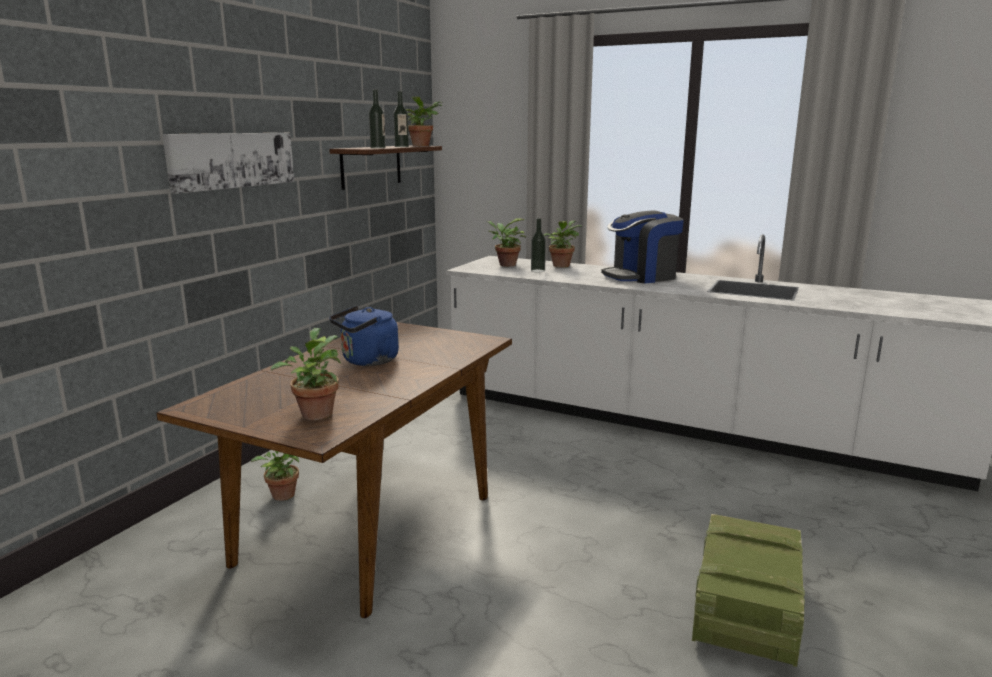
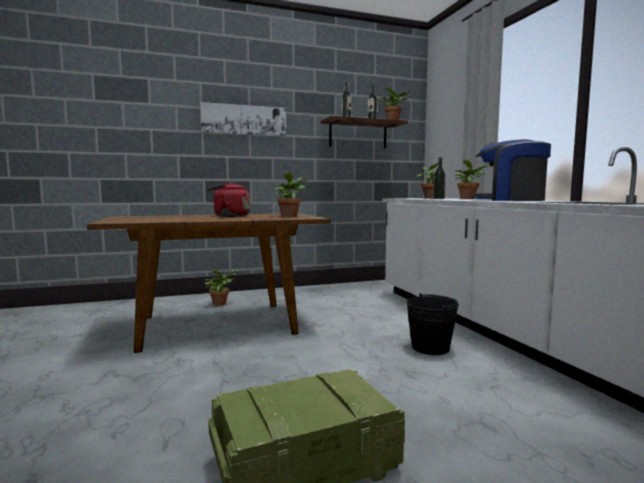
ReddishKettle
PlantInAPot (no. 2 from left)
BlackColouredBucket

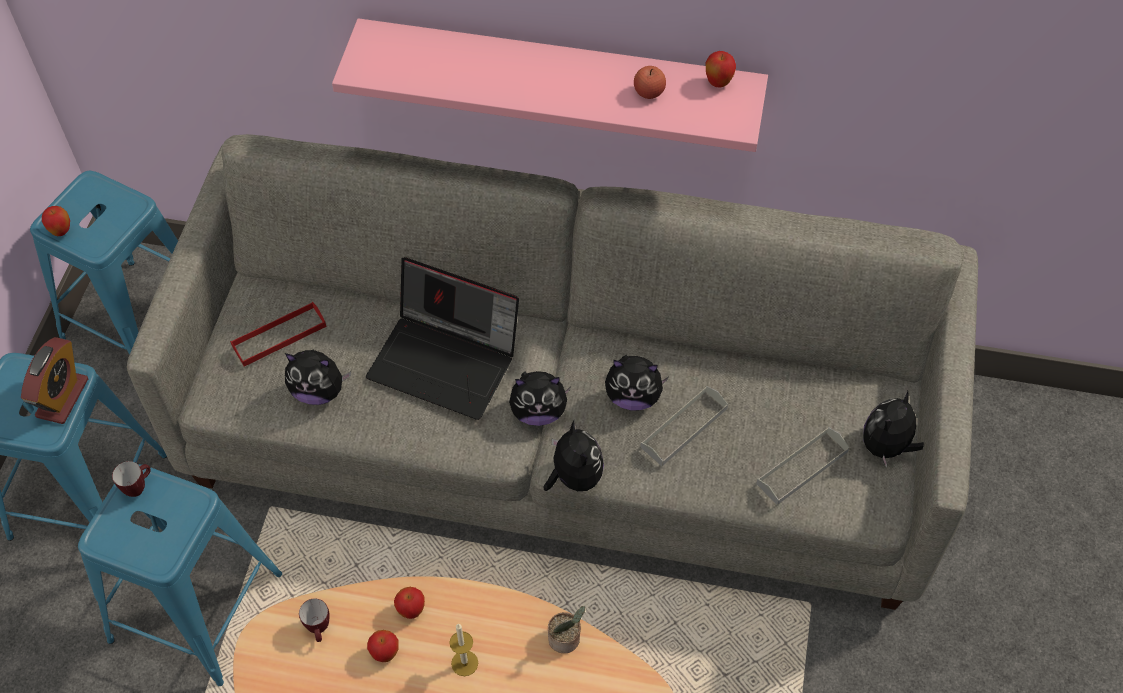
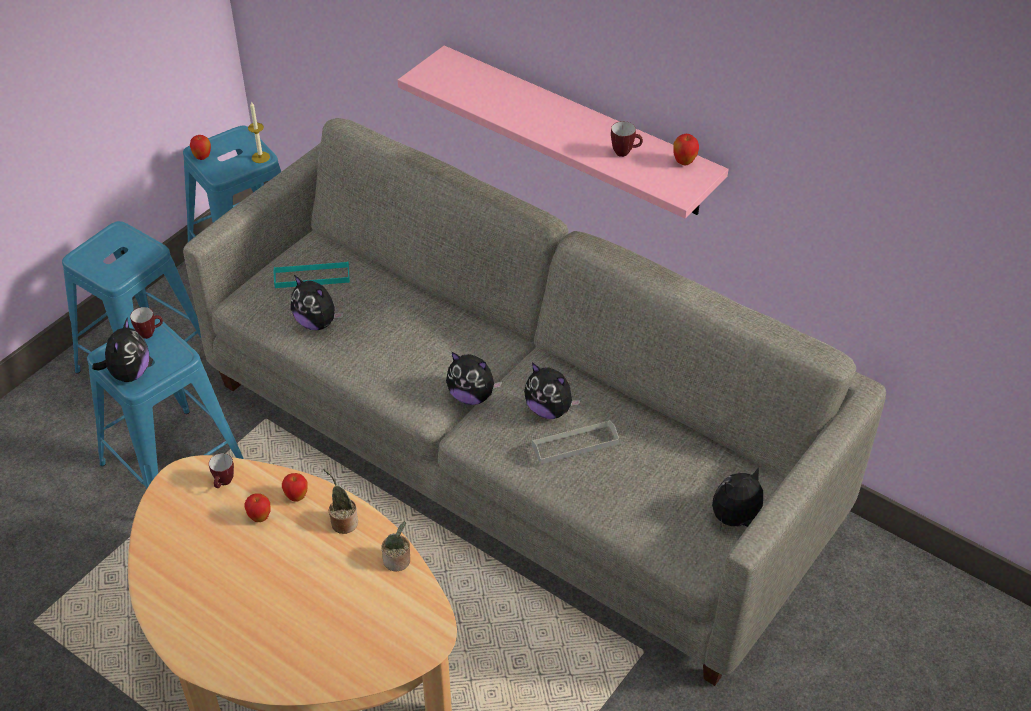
TeaMug (no. 3 from left)
Laptop
TurquoiseTray
TableClock
CuddlyToy (no. 1 from left)
GreyTray (no. 2 from left in the first image)
WaxLight
PlantInAPot (no. 1 from left)

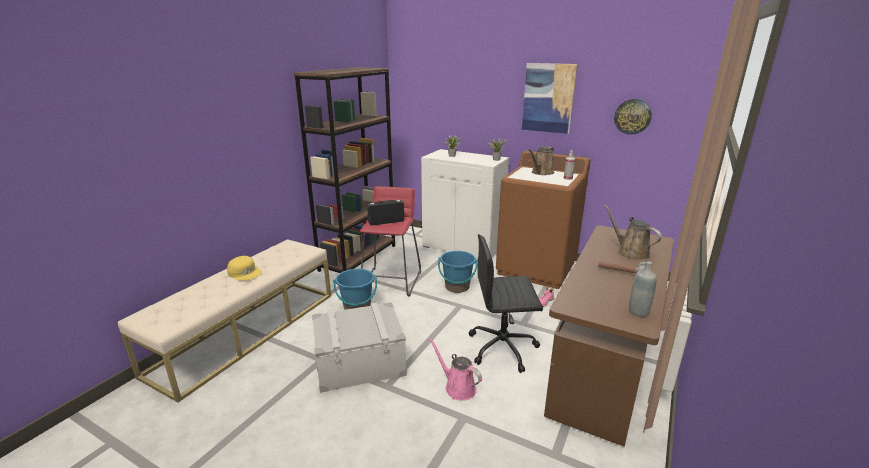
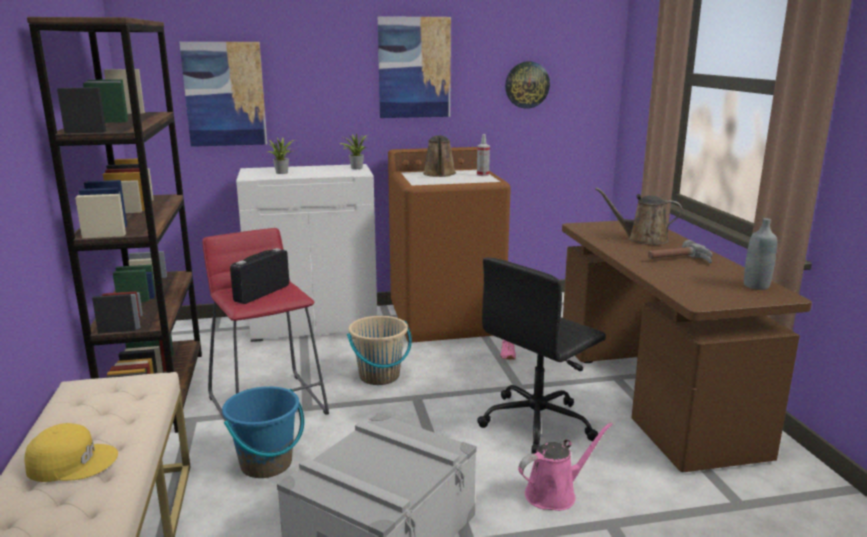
BeigeColouredBucket
PinkWateringPot
WallPicture (no. 1 from left)

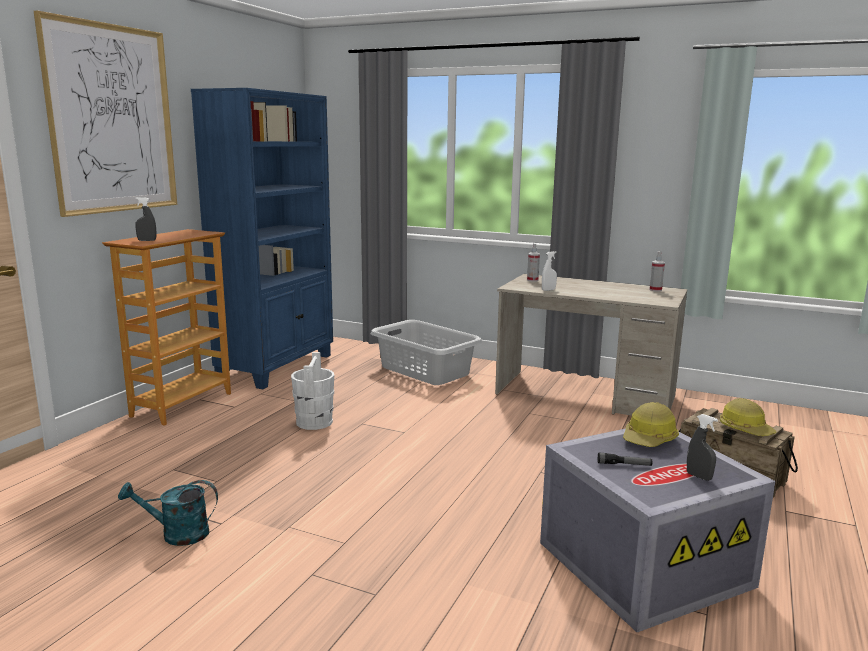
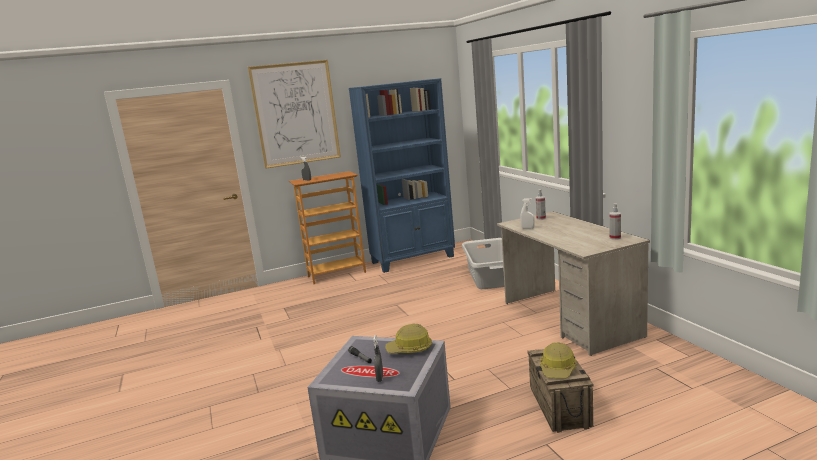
WhitishBucket
TurquoiseWateringPot

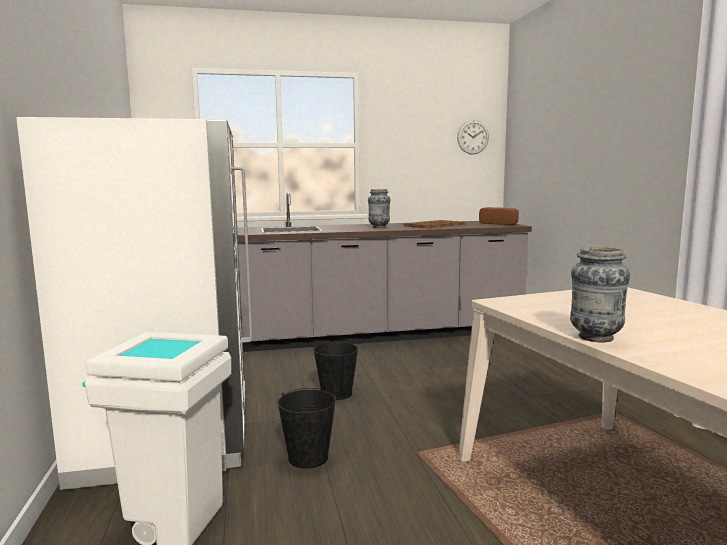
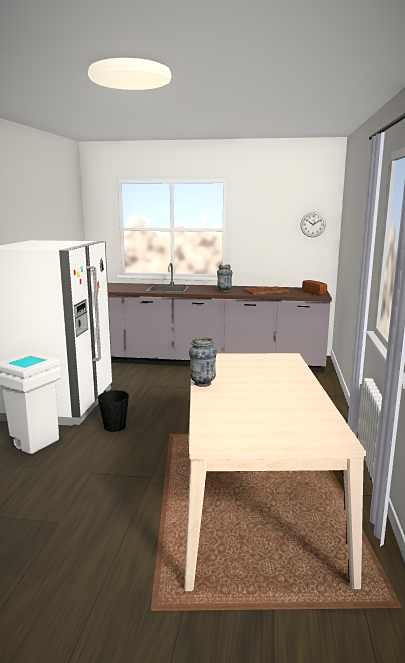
BlackColouredBucket (no. 2 from left in the first image)

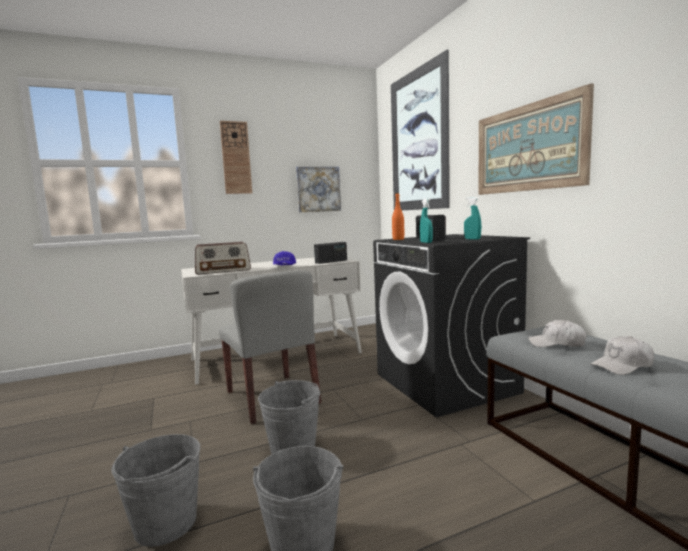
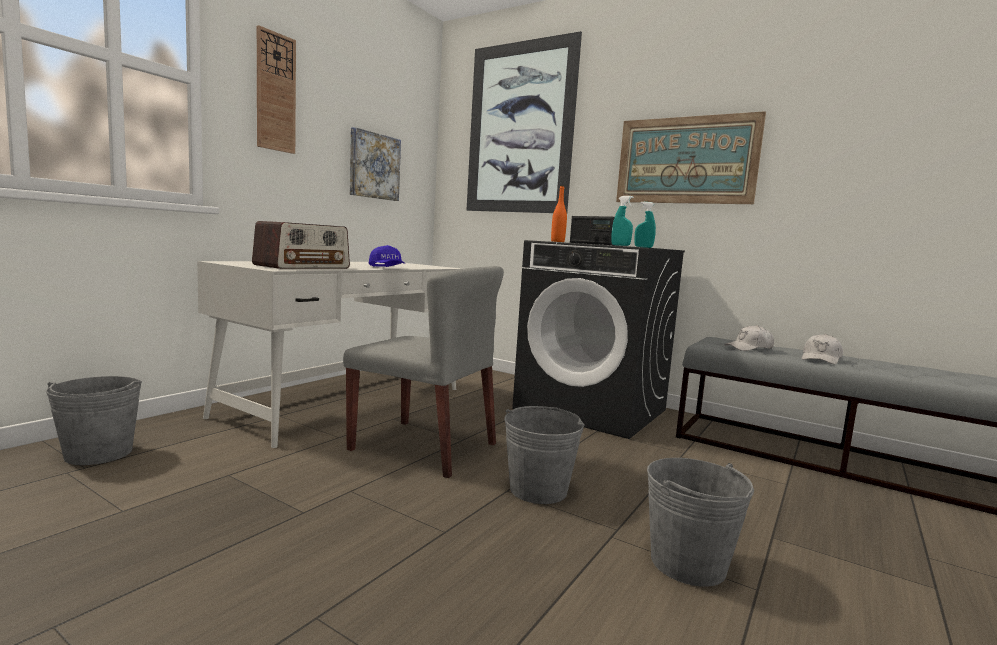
RadioReceiver (no. 2 from left in the first image)
GreyBucket (no. 1 from left)

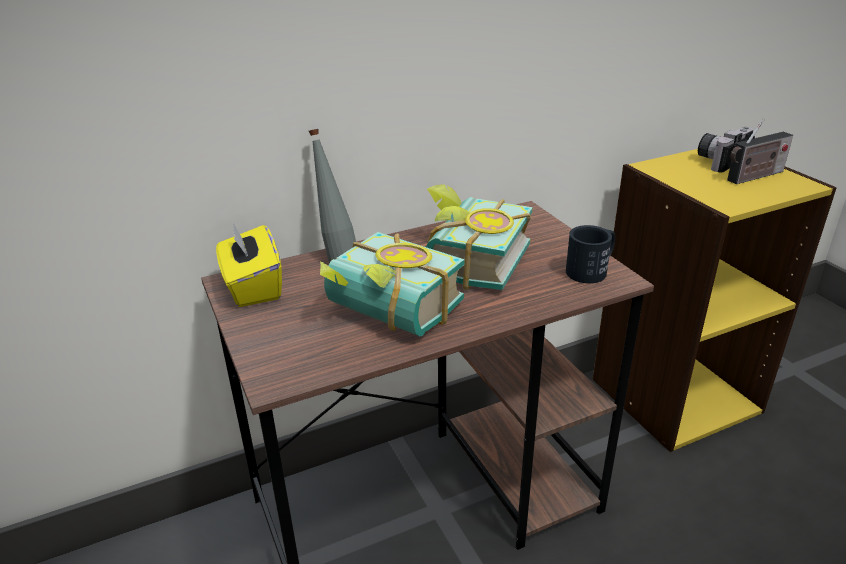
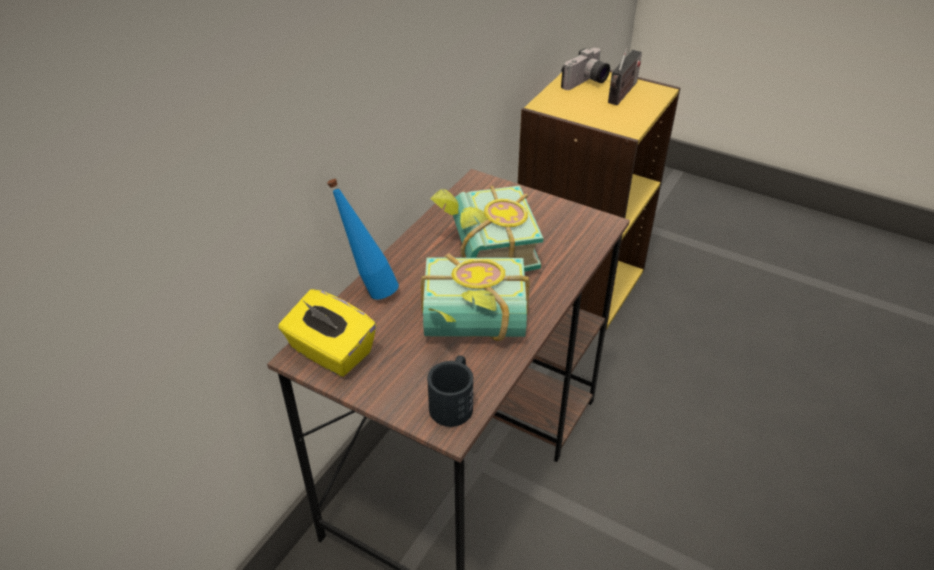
StillCamera
BluishBottle
BlackColouredTeaMug

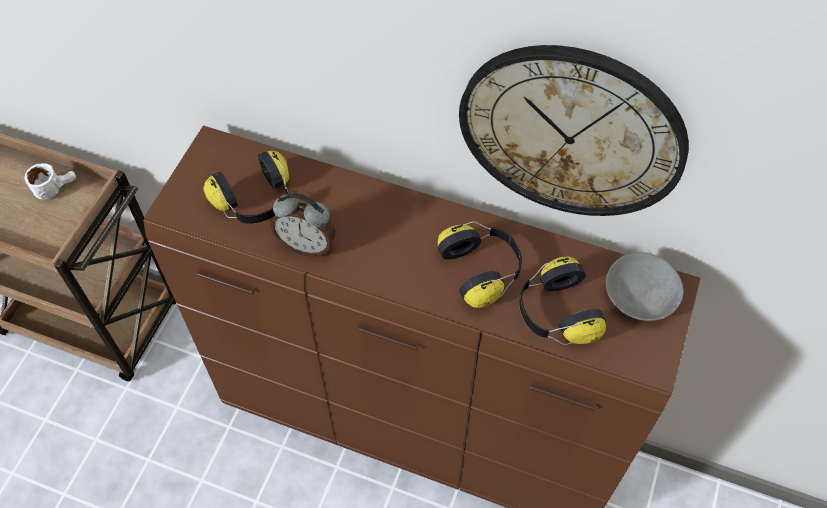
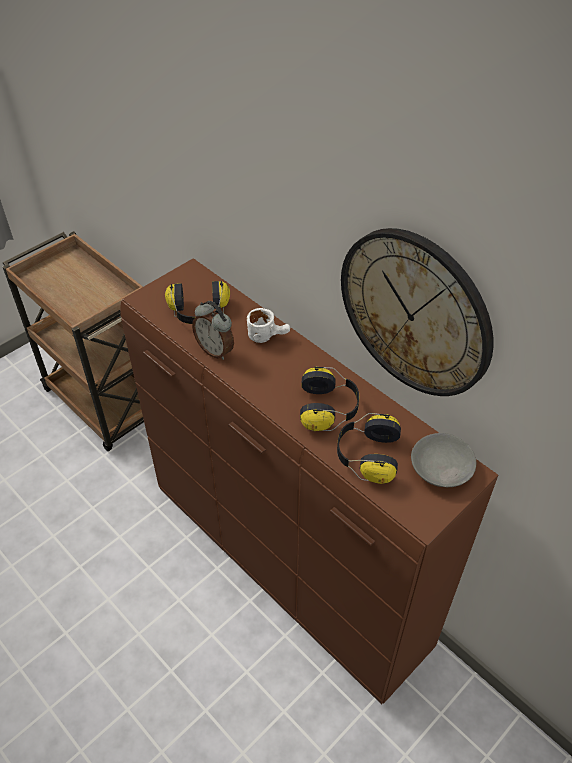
WhitishTeaMug

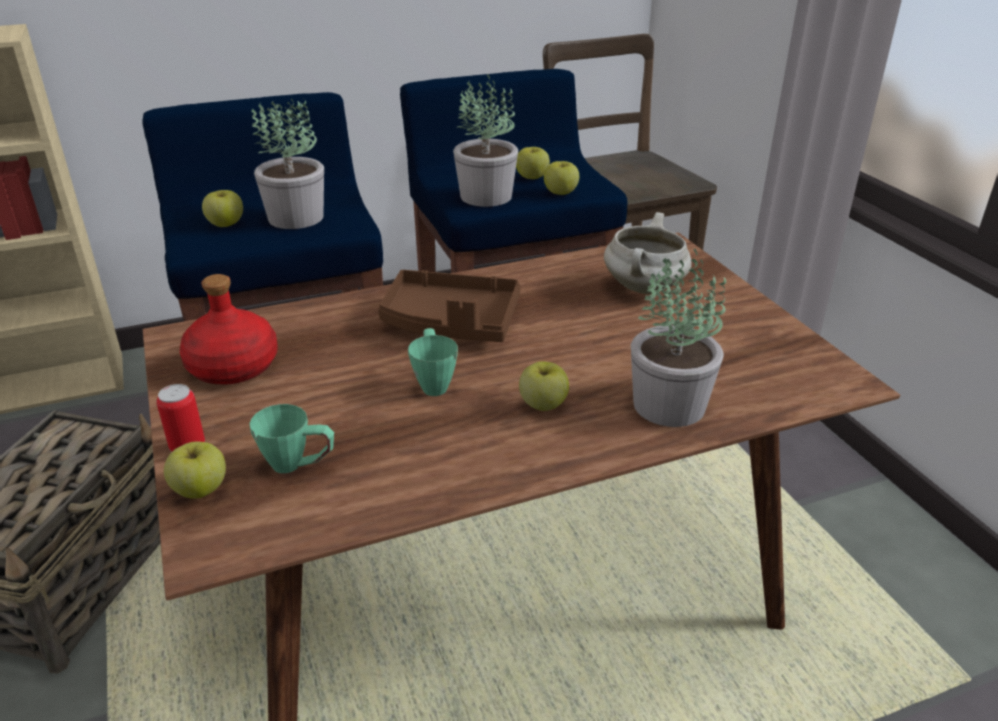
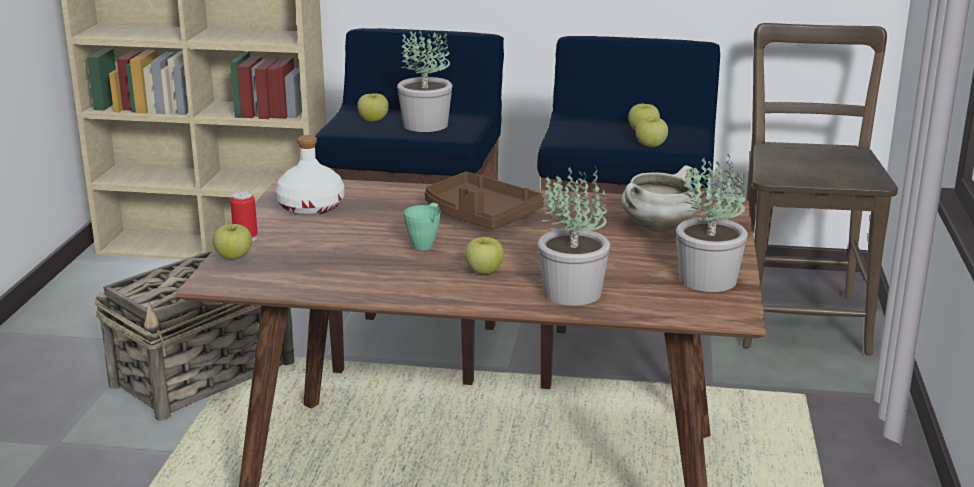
PlantInAPot (no. 3 from left)
WhitishBottle
GreenishTeaMug (no. 1 from left in the first image)

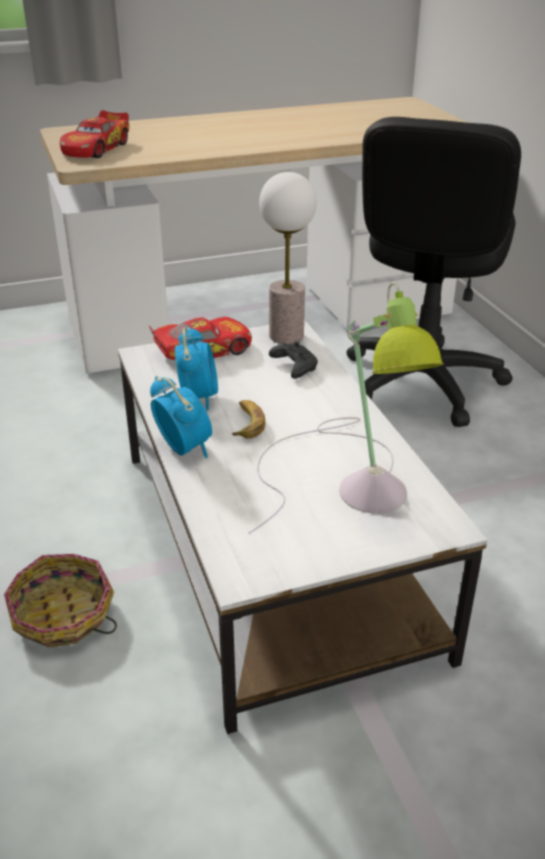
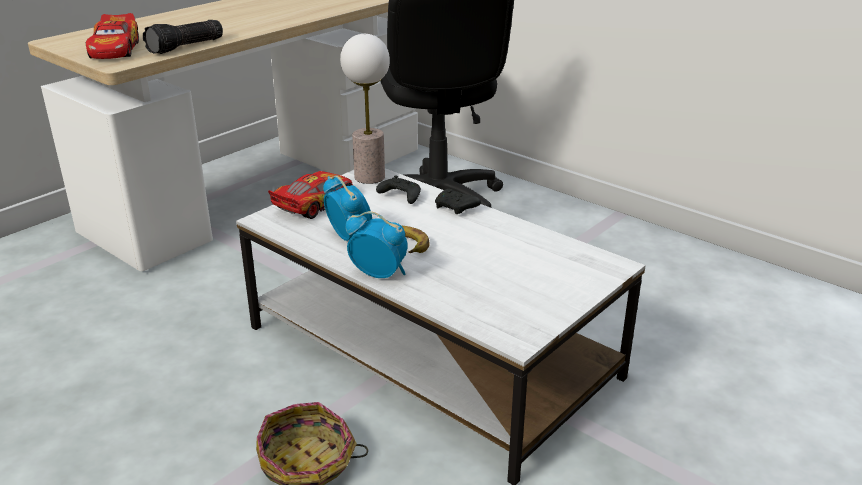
TableLamp (no. 2 from left in the first image)
Flashlight
BlackColouredGamepad (no. 2 from left)

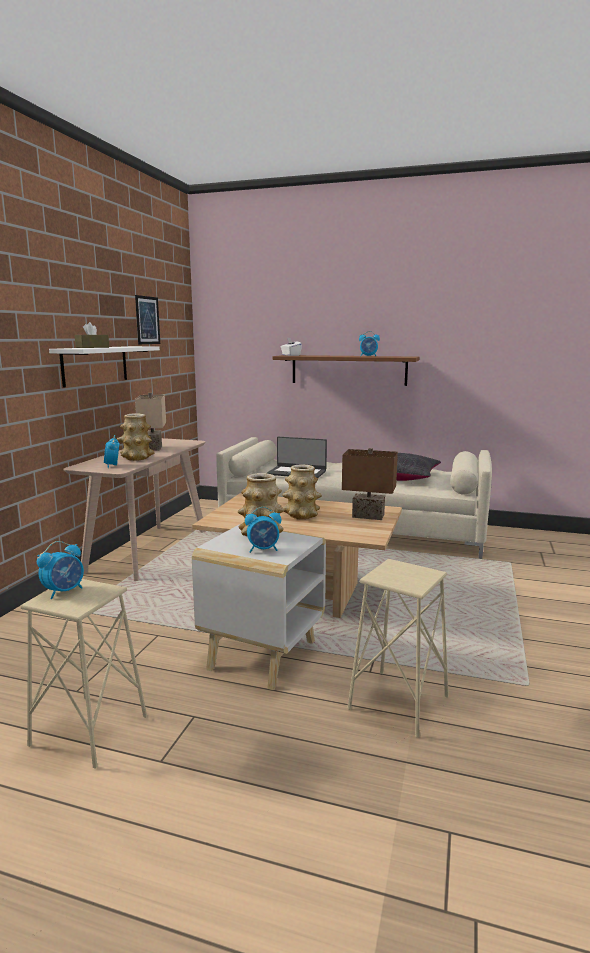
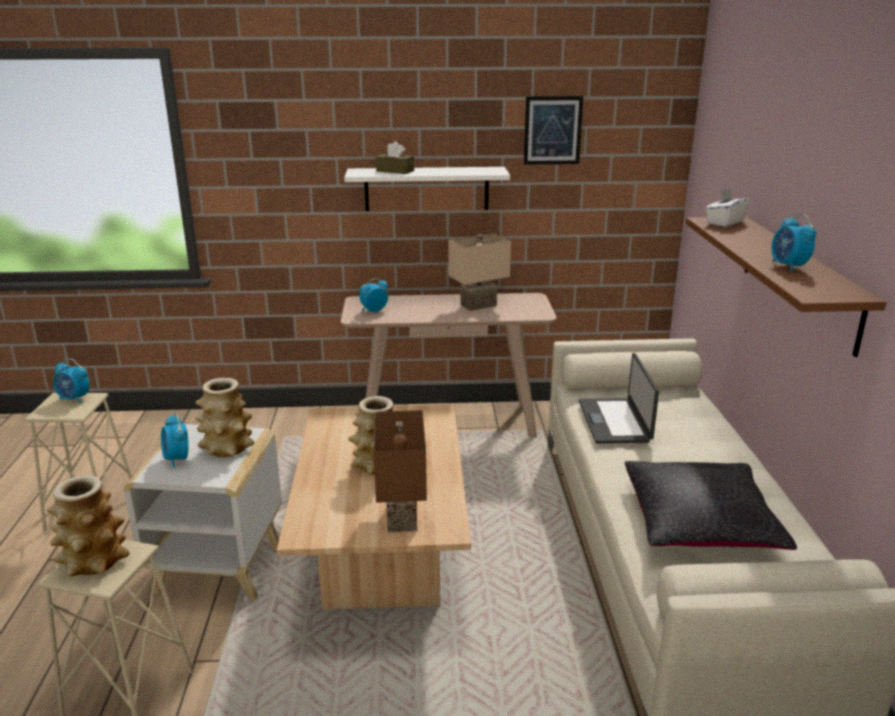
FlowerVase (no. 1 from left)

